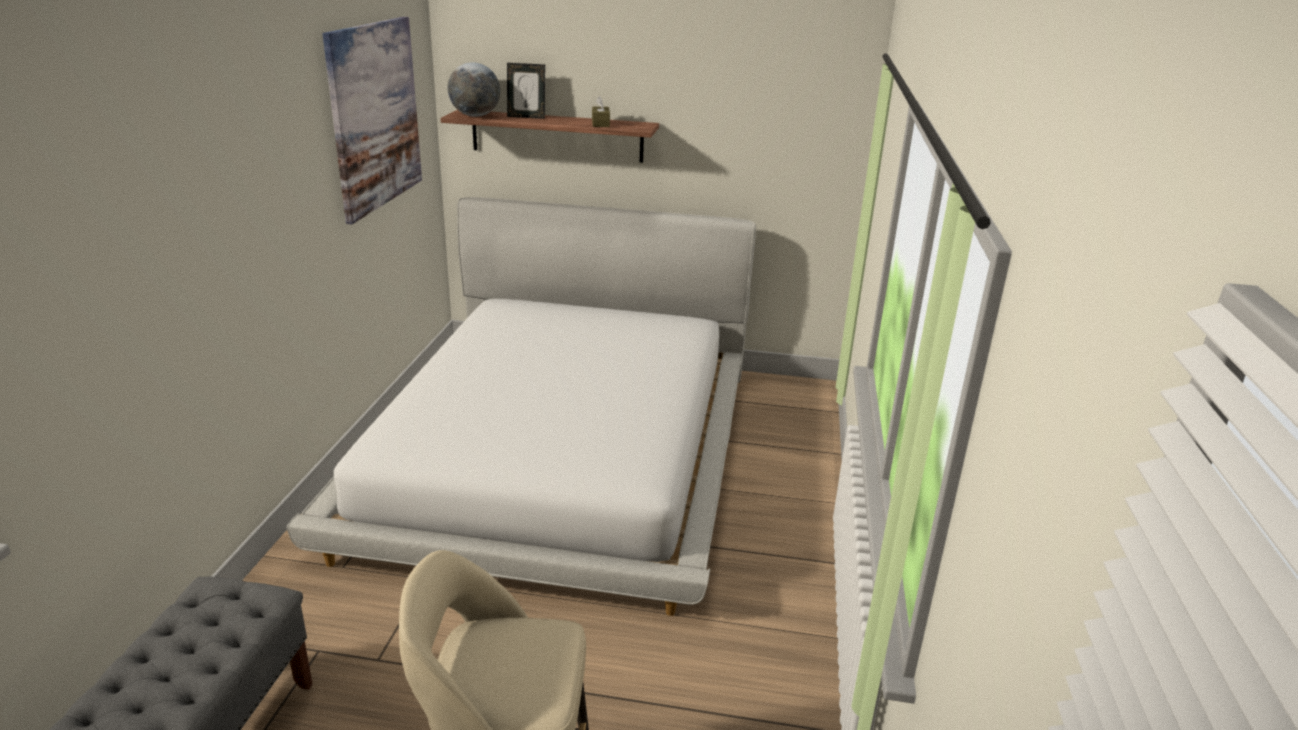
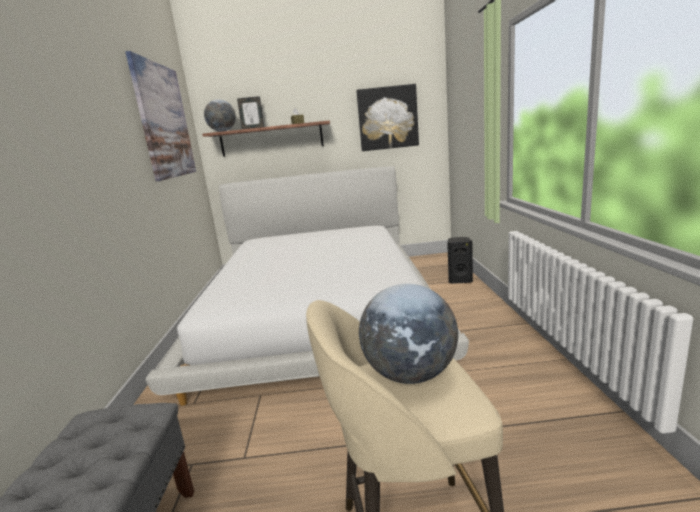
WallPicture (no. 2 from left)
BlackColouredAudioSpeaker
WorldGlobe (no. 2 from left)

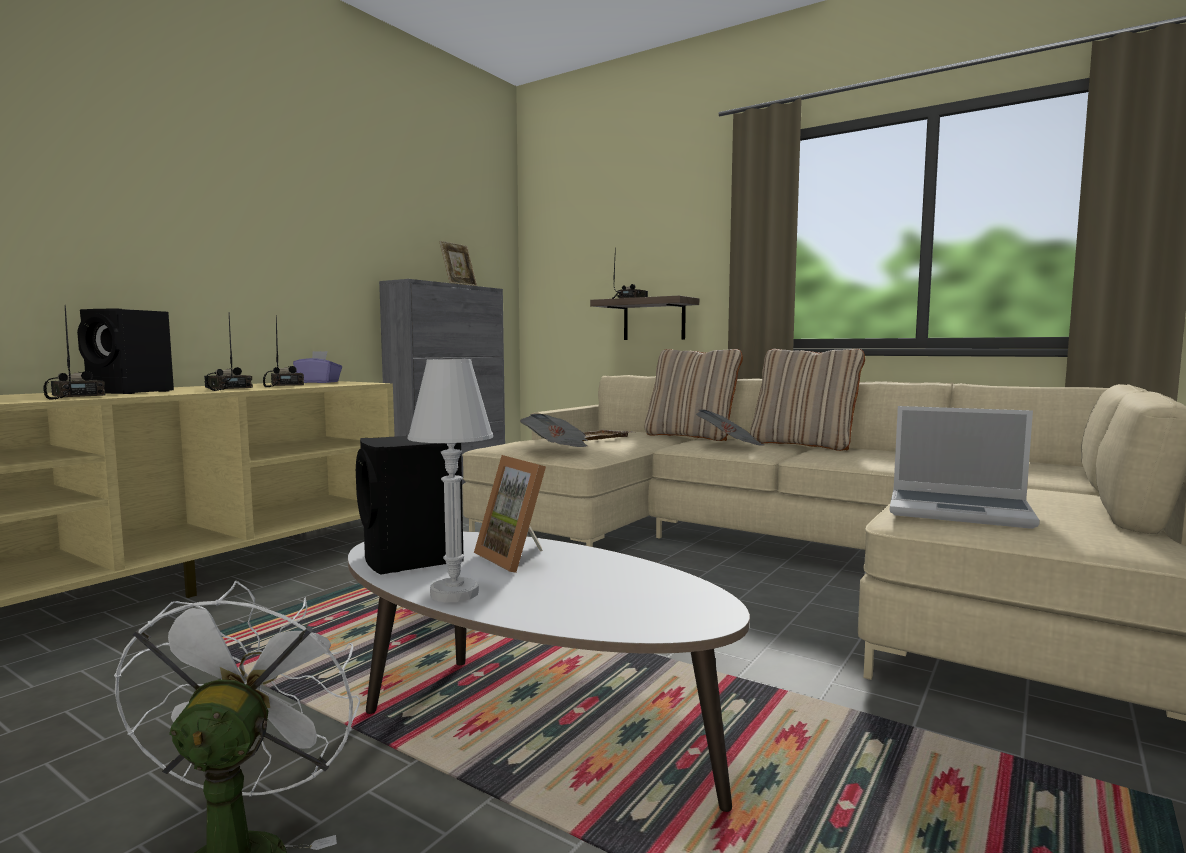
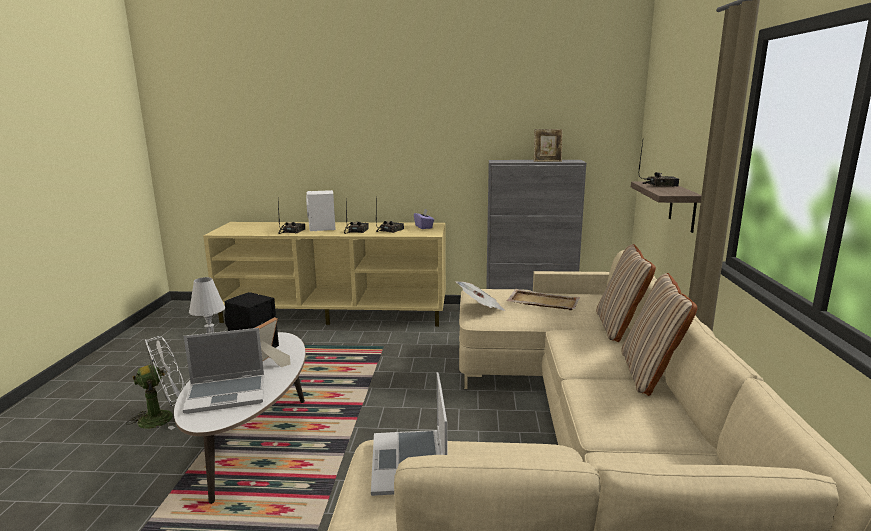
WhitishAudioSpeaker
DailyPaper (no. 2 from left in the first image)
Laptop (no. 1 from left)

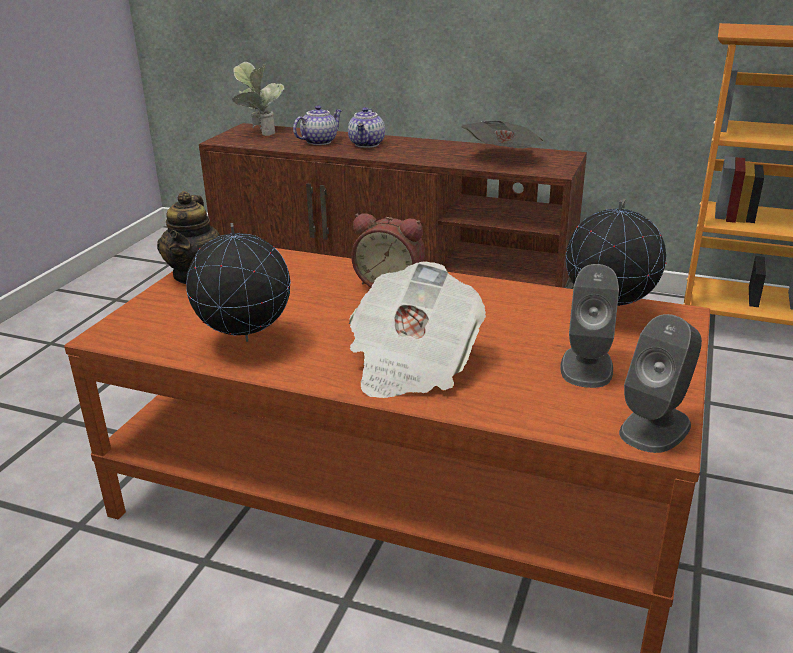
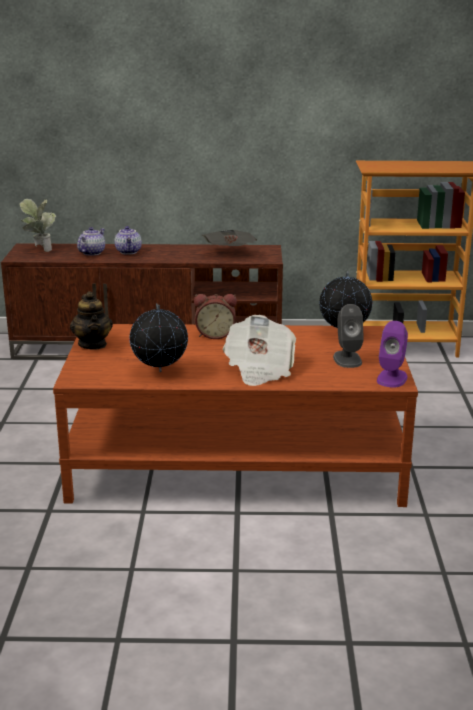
PurpleColouredAudioSpeaker

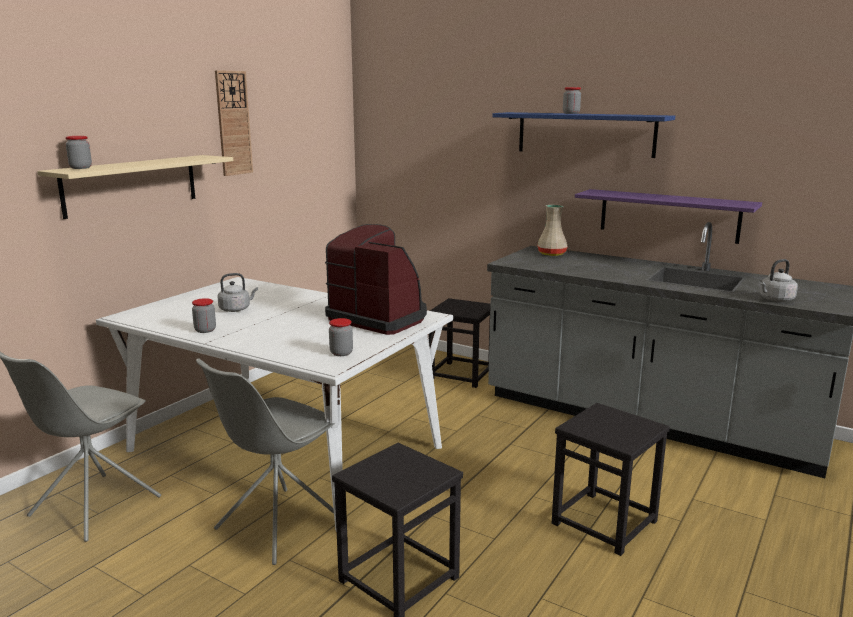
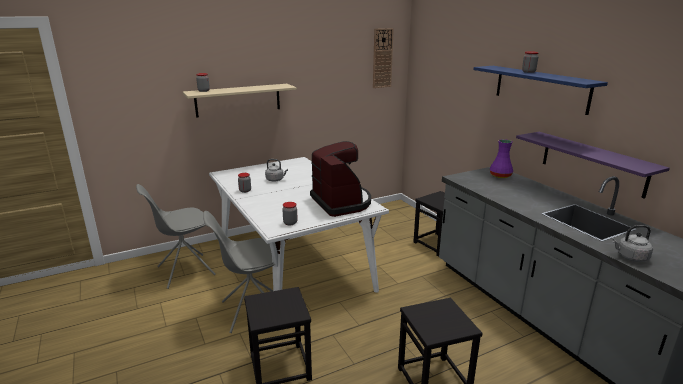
HangingClock
PurpleColouredFlowerVase

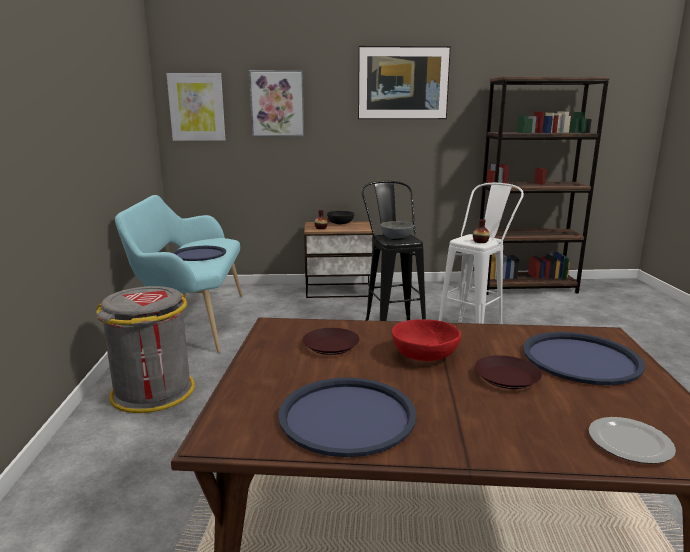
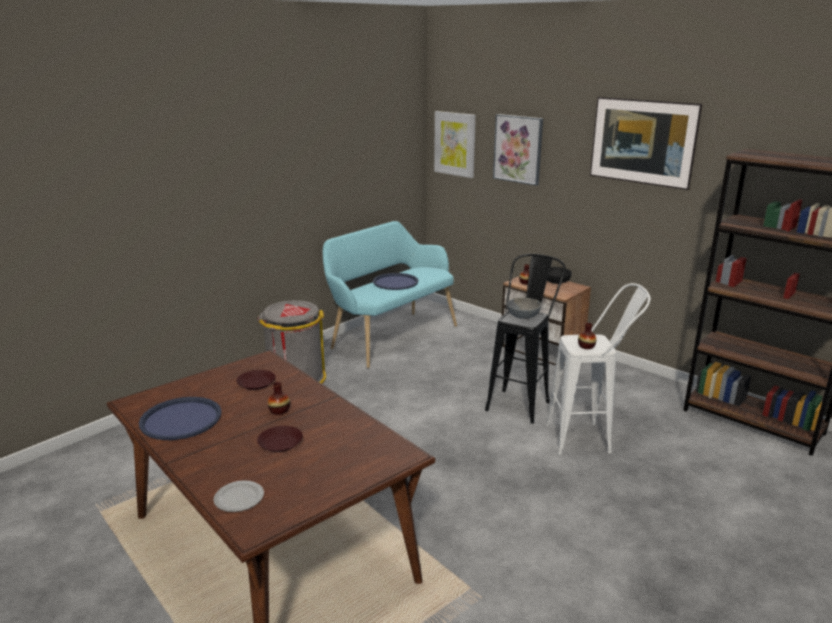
FlowerVase (no. 1 from left)
BluishTray (no. 3 from left in the first image)

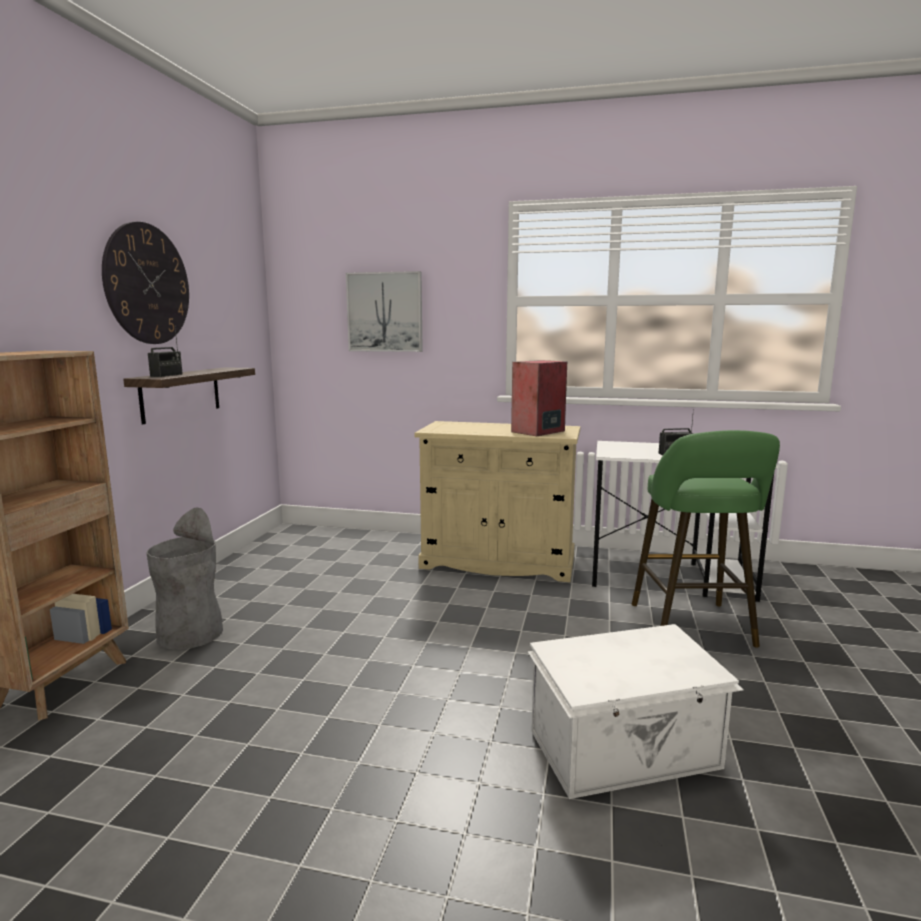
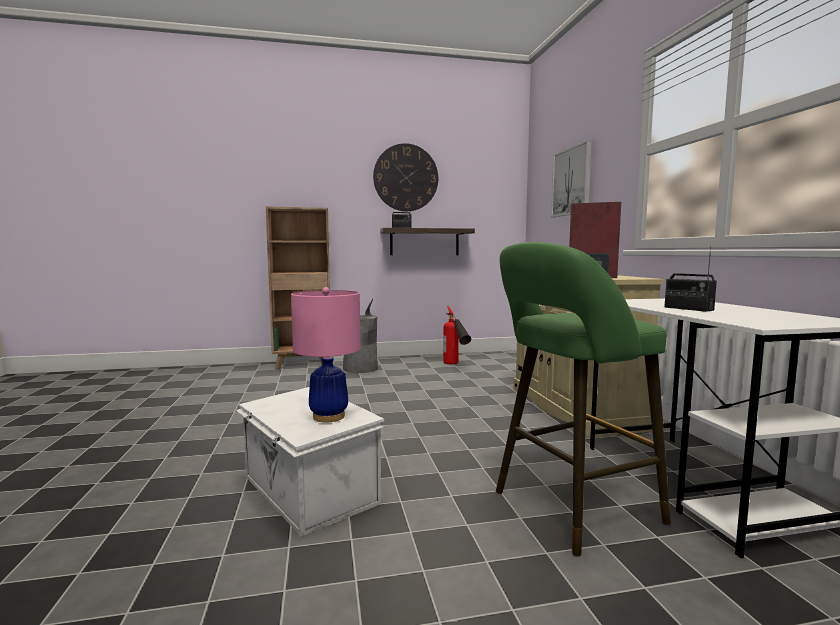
PinkTableLamp
Extinguisher

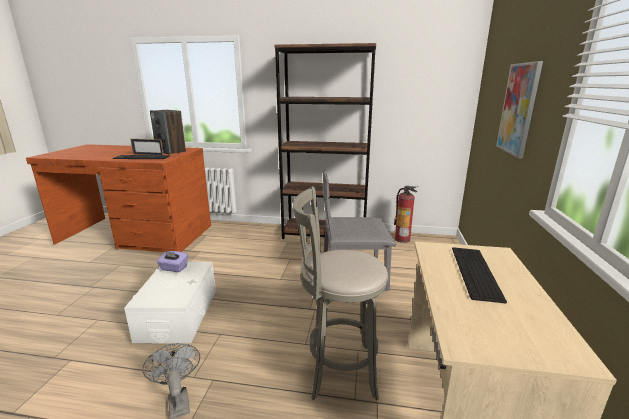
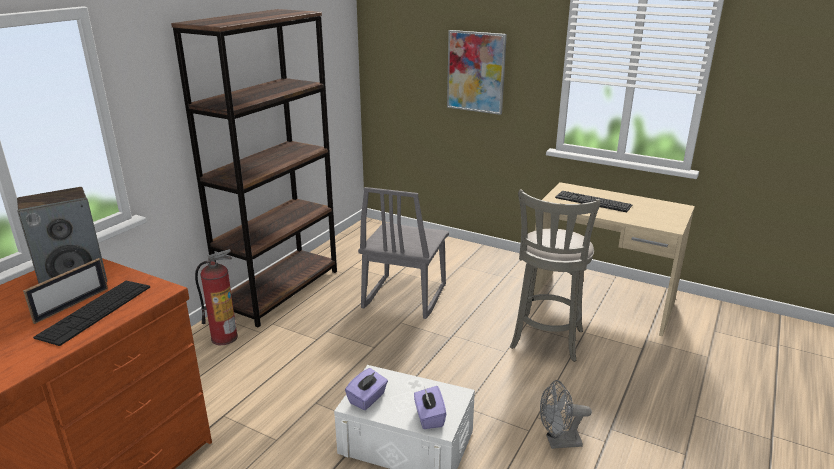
Extinguisher
PurpleColouredTissueBox (no. 2 from left)

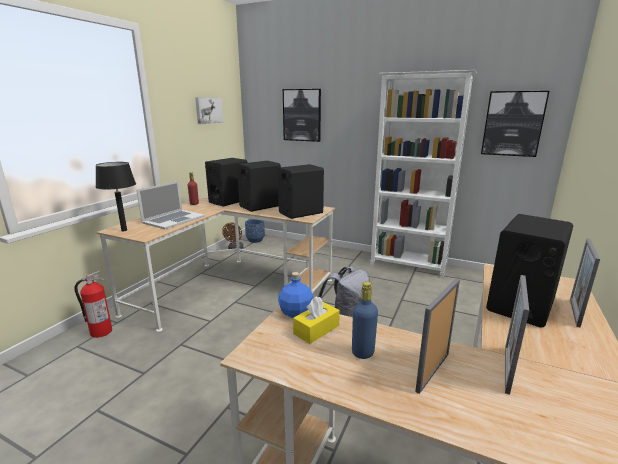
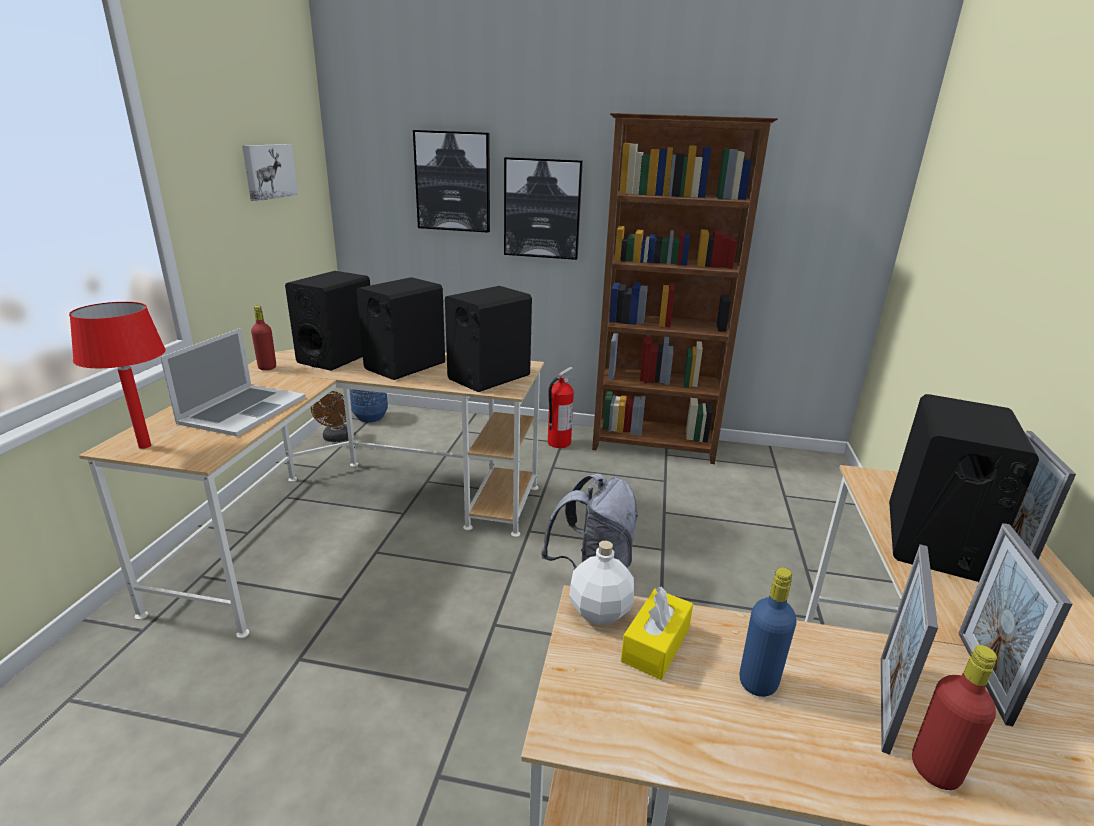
BrownishBookcase
WallPicture (no. 3 from left)
ReddishTableLamp
Extinguisher
WhitishBottle
ReddishBottle (no. 2 from left)

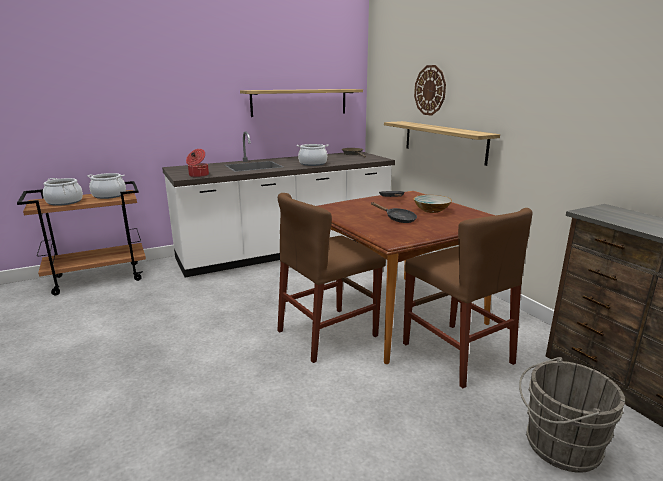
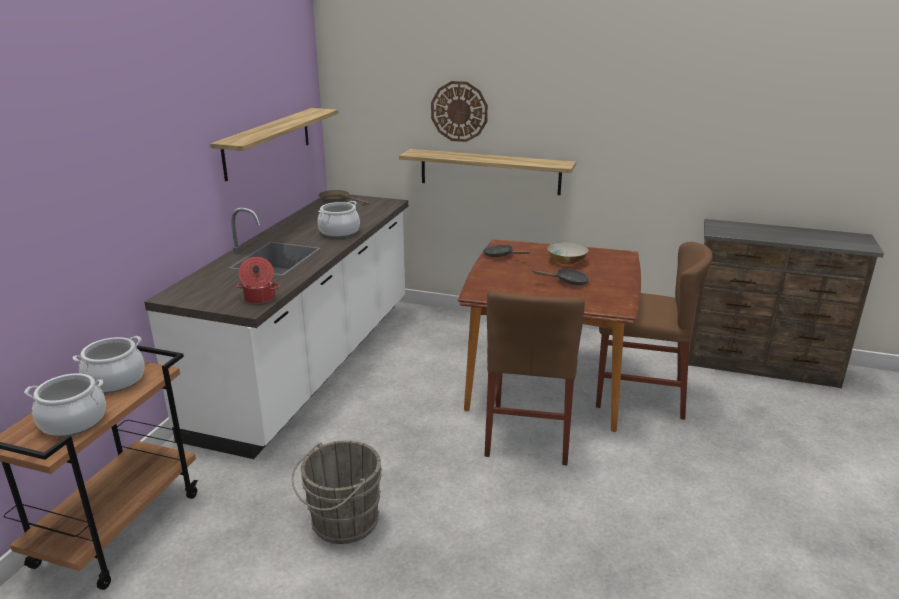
GreyBucket

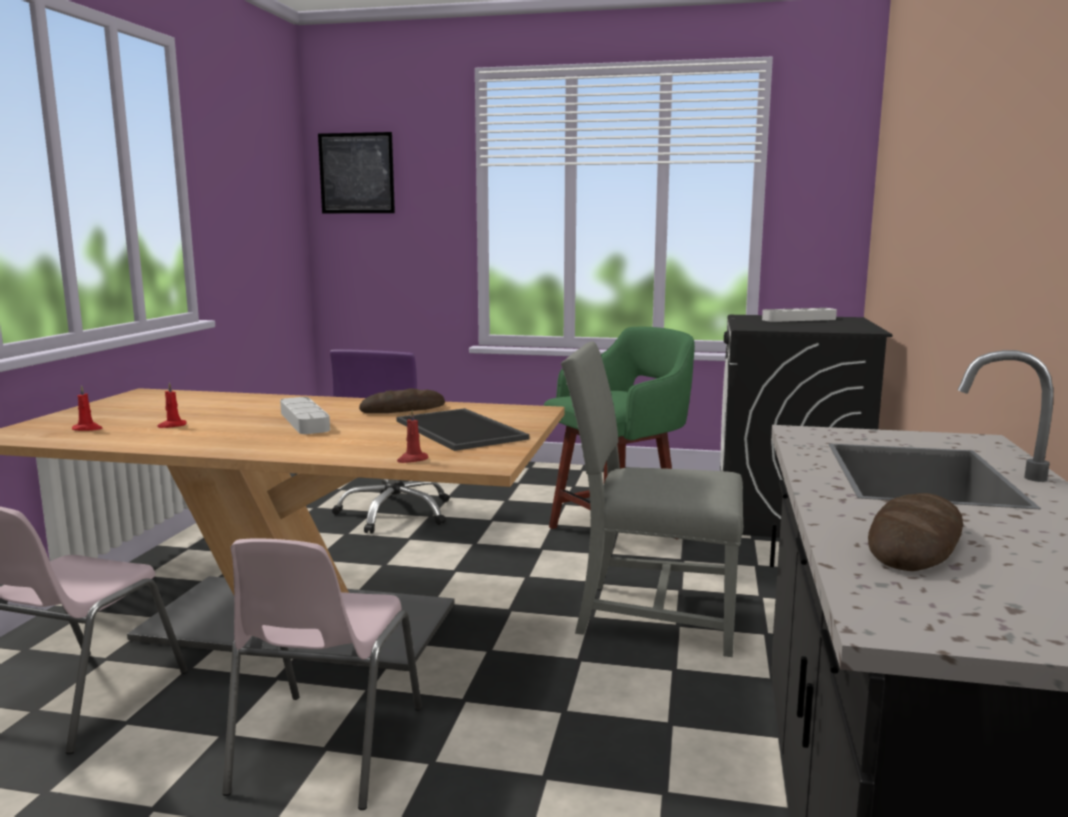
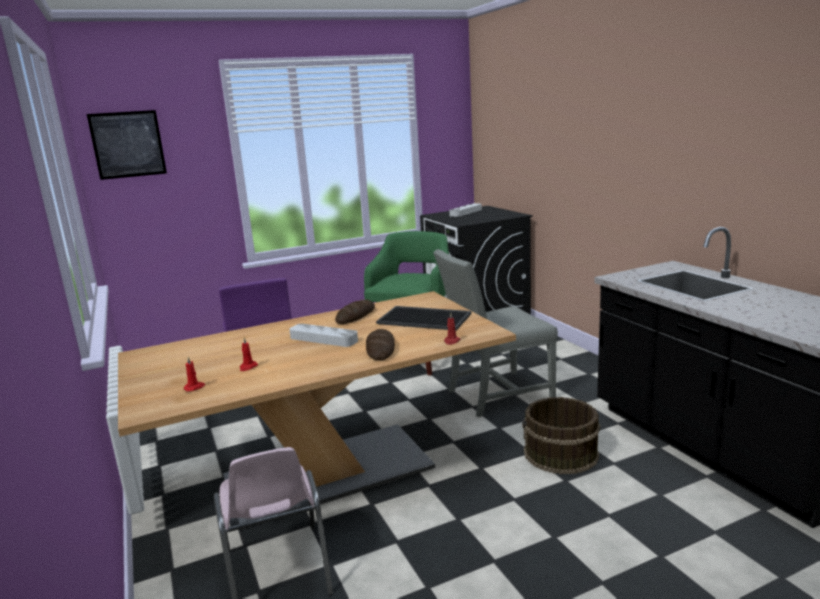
BakedBread (no. 2 from left)
PinkPlainChair (no. 2 from left in the first image)
BrownishBucket

